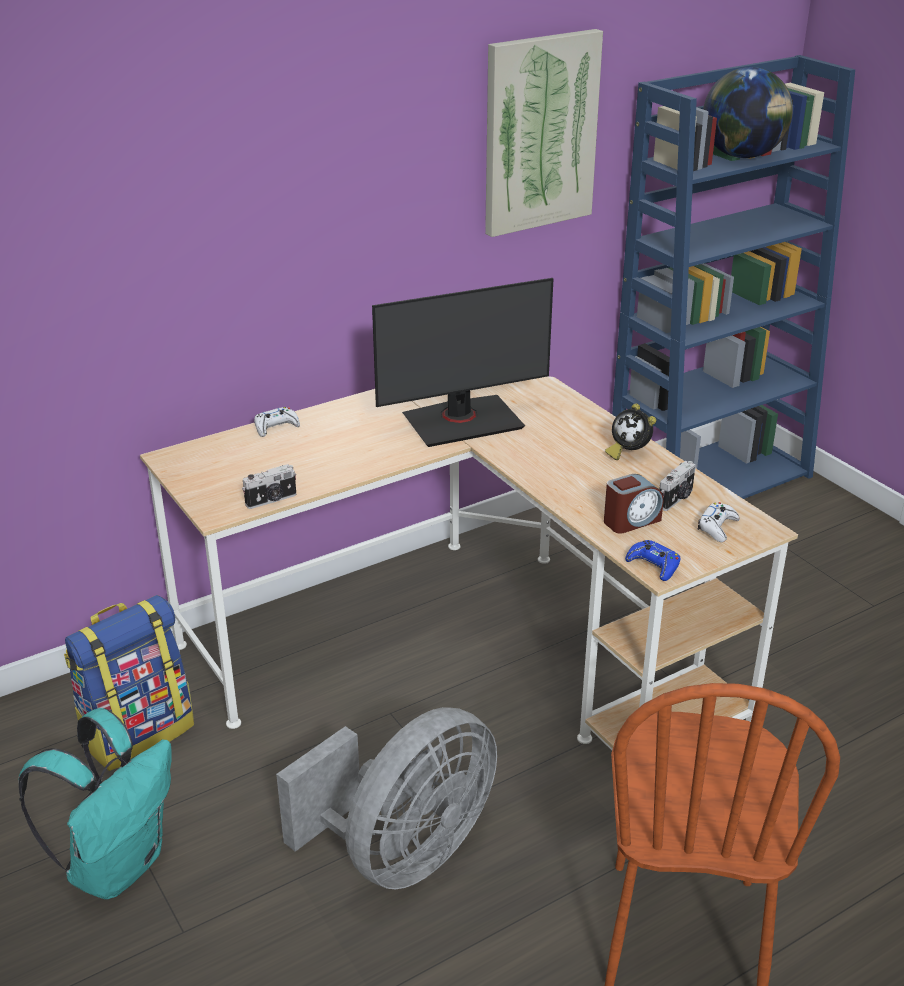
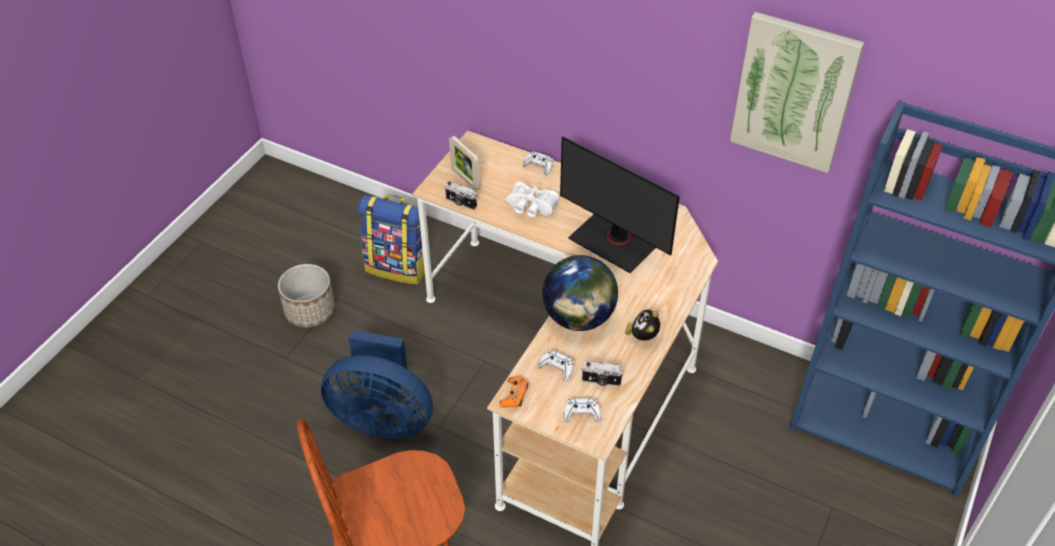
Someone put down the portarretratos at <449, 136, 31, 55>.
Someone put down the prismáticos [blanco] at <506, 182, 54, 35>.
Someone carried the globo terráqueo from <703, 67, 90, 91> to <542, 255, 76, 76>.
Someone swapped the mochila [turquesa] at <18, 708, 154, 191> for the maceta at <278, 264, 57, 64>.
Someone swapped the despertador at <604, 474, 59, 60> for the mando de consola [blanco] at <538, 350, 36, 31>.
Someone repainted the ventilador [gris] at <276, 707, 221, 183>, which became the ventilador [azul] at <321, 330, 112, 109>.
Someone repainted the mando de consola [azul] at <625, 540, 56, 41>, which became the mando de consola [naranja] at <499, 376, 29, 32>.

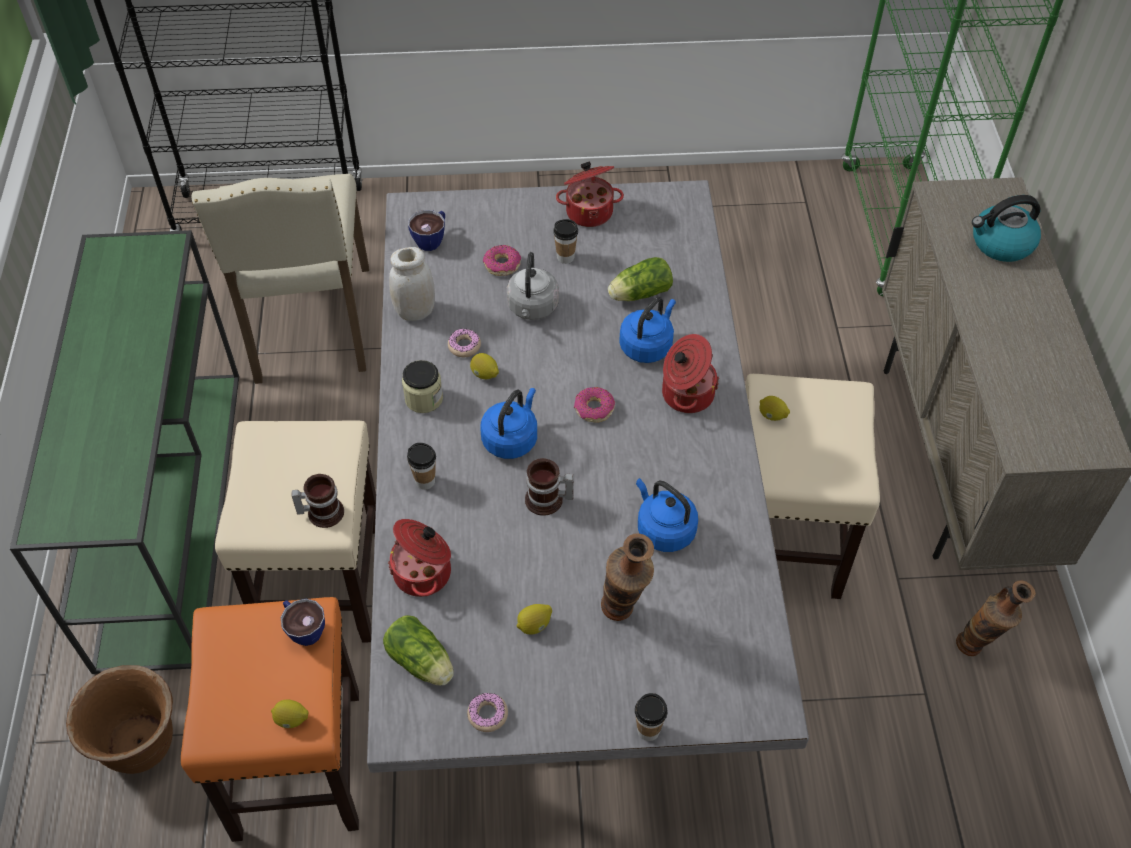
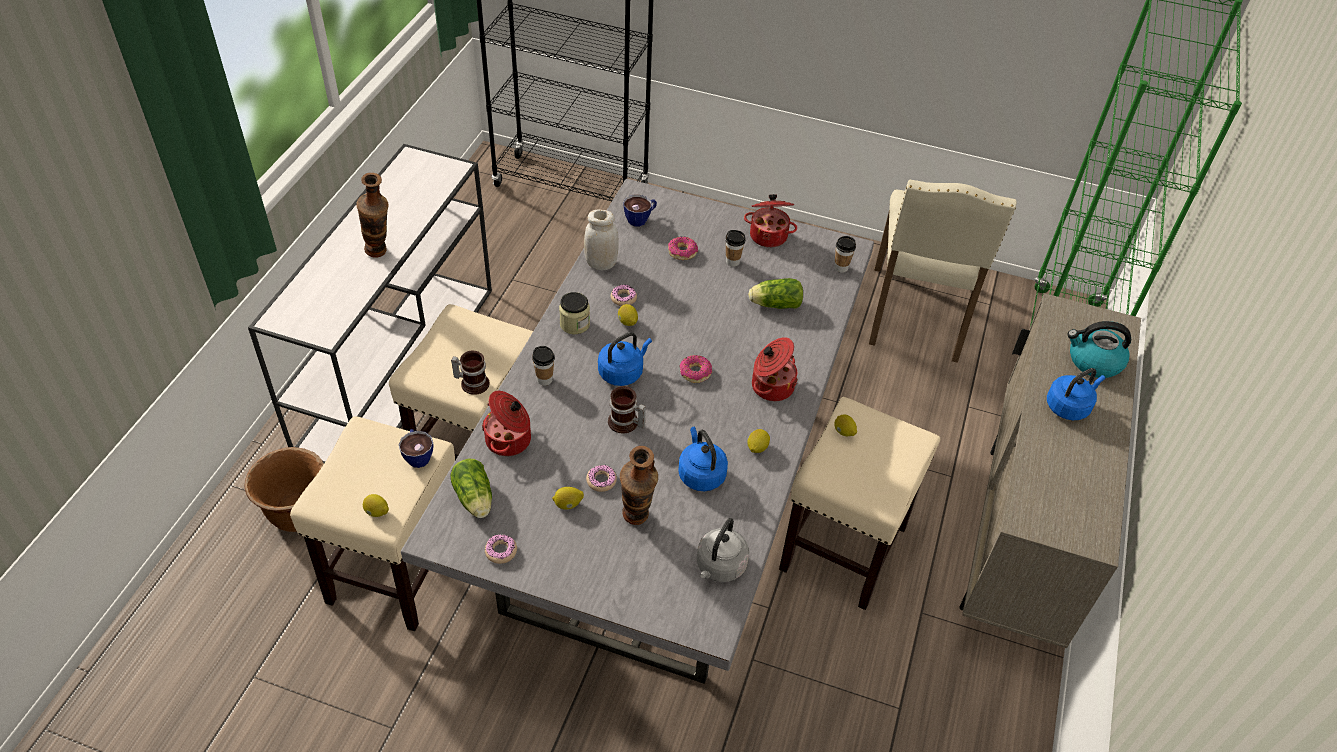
Someone put down the rosquilla at <586, 465, 31, 27>.
Someone put down the limón at <748, 429, 22, 24>.
Someone carried the silla [beis] from <191, 174, 178, 210> to <869, 179, 148, 184>.
Someone carried the hervidor [gris] from <507, 252, 52, 68> to <697, 518, 52, 64>.
Someone carried the hervidor [azul] from <619, 297, 57, 66> to <1047, 368, 58, 52>.
Someone carried the taza from <635, 693, 33, 48> to <834, 236, 22, 37>.
Someone carried the florero from <956, 581, 80, 75> to <356, 173, 32, 85>.
Someone repainted the mesa consola [verde] at <10, 230, 229, 444>, which became the mesa consola [blanco] at <248, 144, 244, 319>.
Someone repainted the taburete [naranja] at <181, 597, 178, 245>, which became the taburete [beis] at <290, 416, 165, 215>.

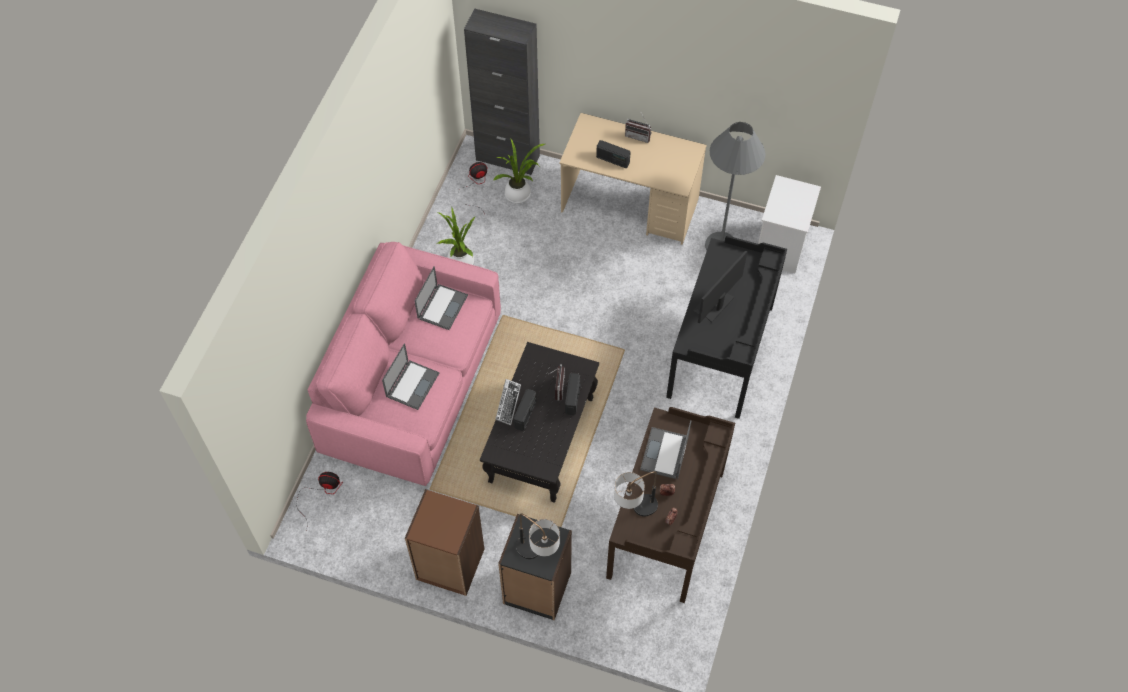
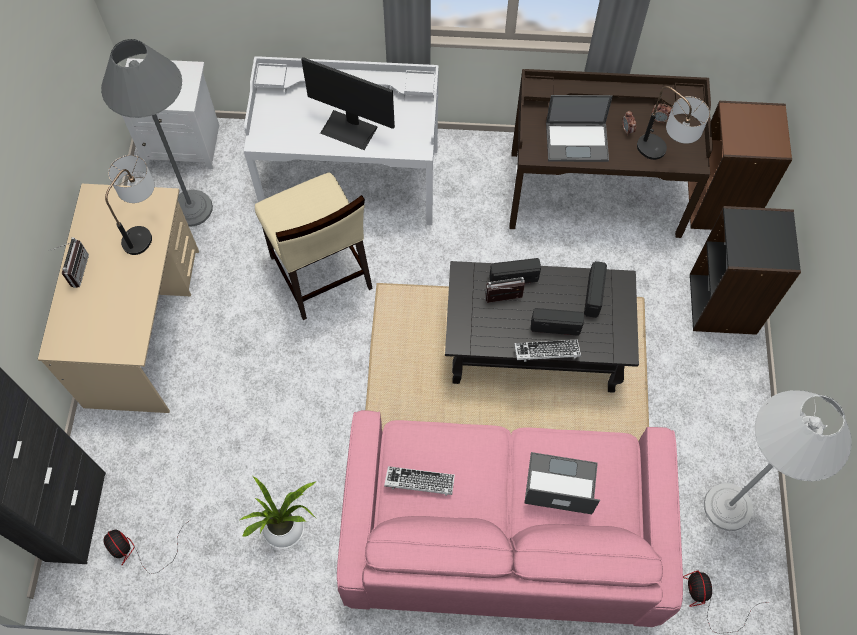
Someone took away the planta en maceta at <493, 138, 52, 65>.
Someone put down the silla [beis] at <255, 172, 118, 148>.
Someone put down the lámpara de pie [blanco] at <704, 390, 148, 141>.
Someone carried the estantería [marrón] from <405, 489, 79, 107> to <688, 101, 104, 129>.
Someone carried the lámpara de mesa from <516, 514, 44, 45> to <105, 155, 50, 100>.
Someone carried the radio from <596, 140, 35, 28> to <584, 261, 23, 57>.
Someone swapped the portátil at <414, 266, 54, 64> for the teclado at <384, 466, 71, 30>.
Someone repainted the escritorio [negro] at <666, 236, 121, 183>, which became the escritorio [blanco] at <244, 56, 195, 169>.

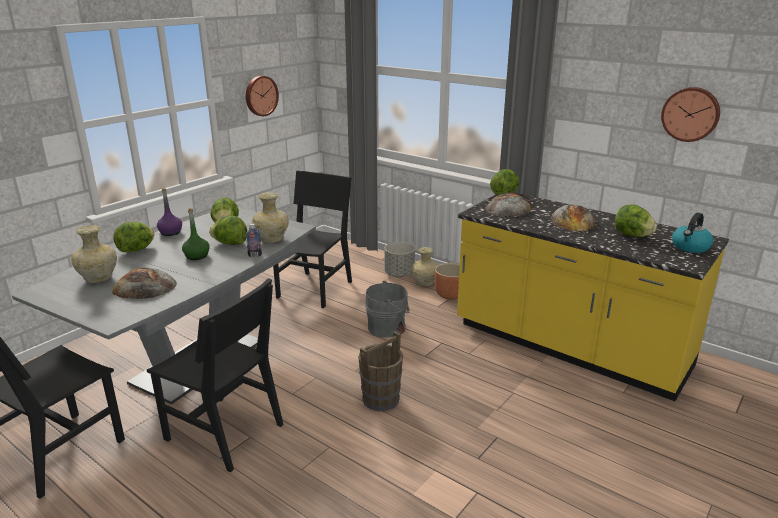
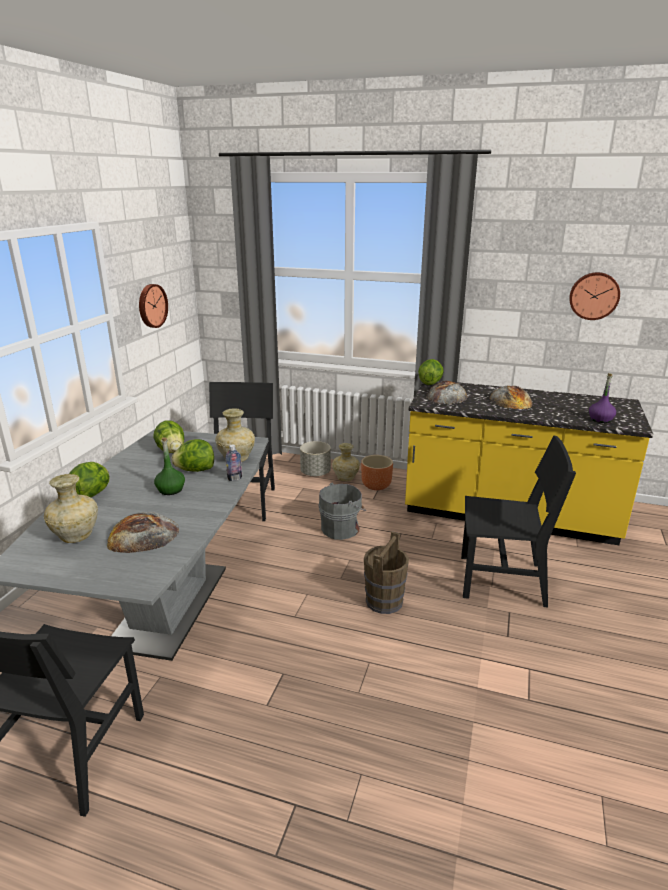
Someone took away the lechuga at <614, 204, 43, 33>.
Someone took away the hervidor at <672, 213, 41, 40>.
Someone carried the silla [negro] from <147, 278, 137, 194> to <461, 436, 115, 172>.
Someone carried the botella [morado] from <157, 188, 25, 48> to <589, 373, 27, 50>.

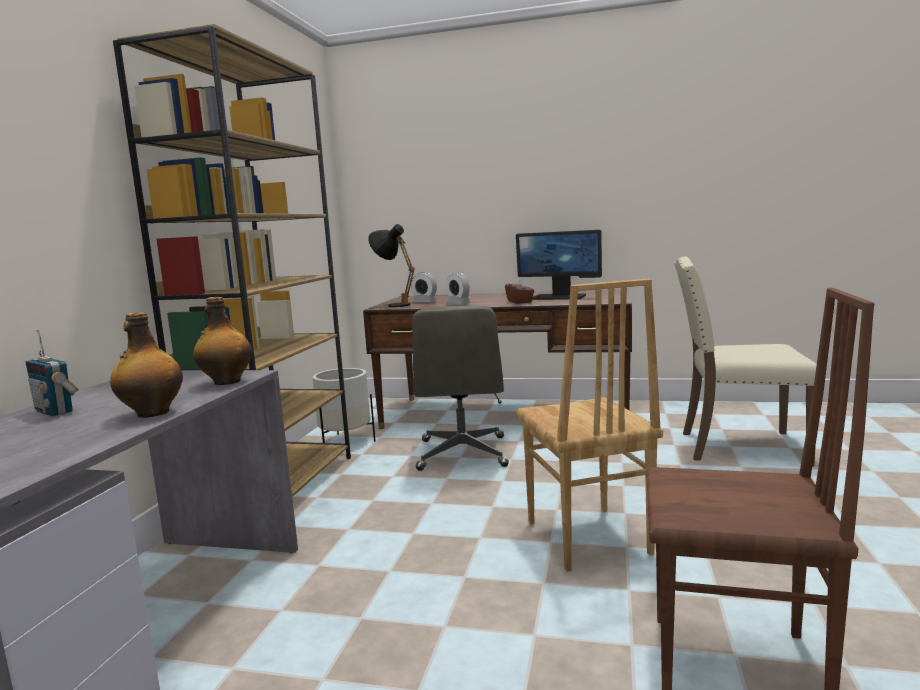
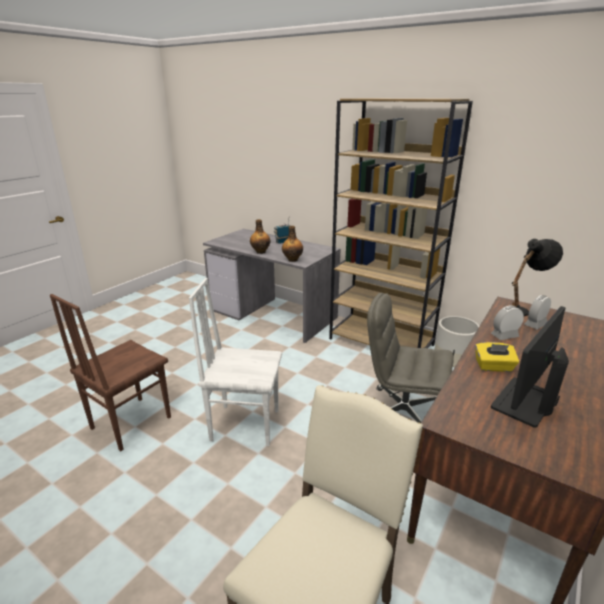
Someone repainted the caja de pañuelos [marrón] at <505, 277, 29, 27>, which became the caja de pañuelos [amarillo] at <475, 342, 44, 30>.
Someone repainted the silla [marrón] at <516, 278, 147, 294>, which became the silla [blanco] at <189, 278, 93, 168>.

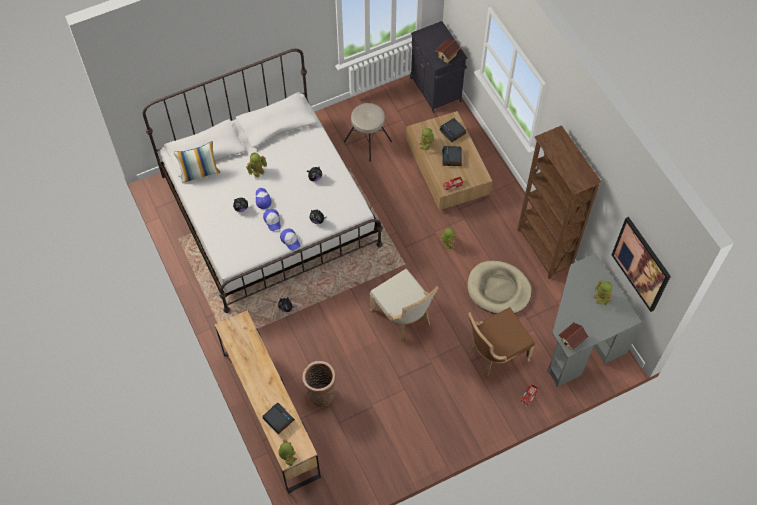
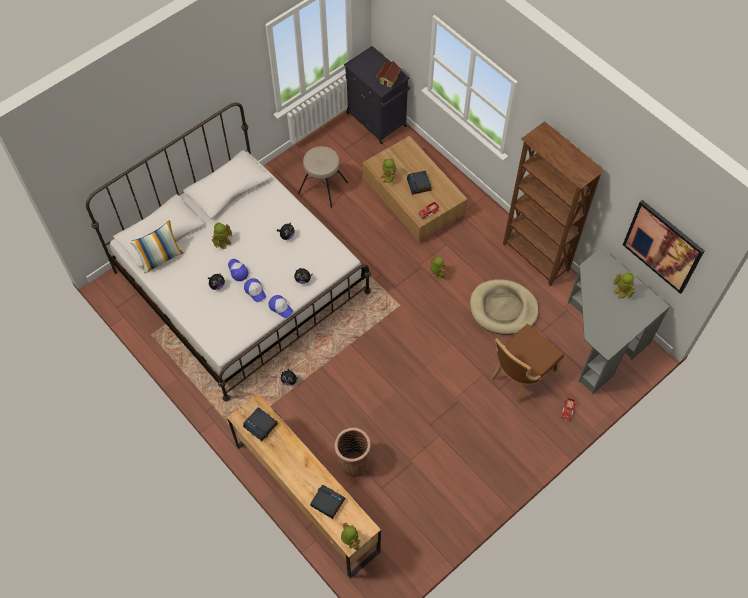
Someone took away the silla [beis] at <369, 269, 70, 73>.
Someone took away the casita at <558, 322, 30, 28>.
Someone carried the despertador from <440, 118, 26, 25> to <243, 407, 35, 34>.

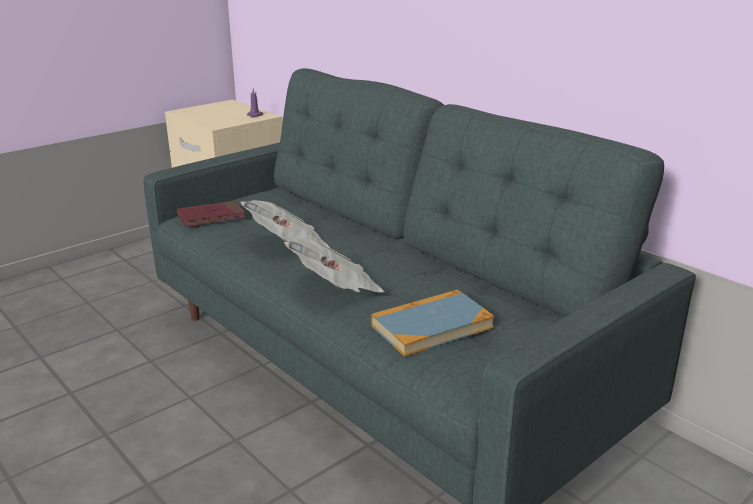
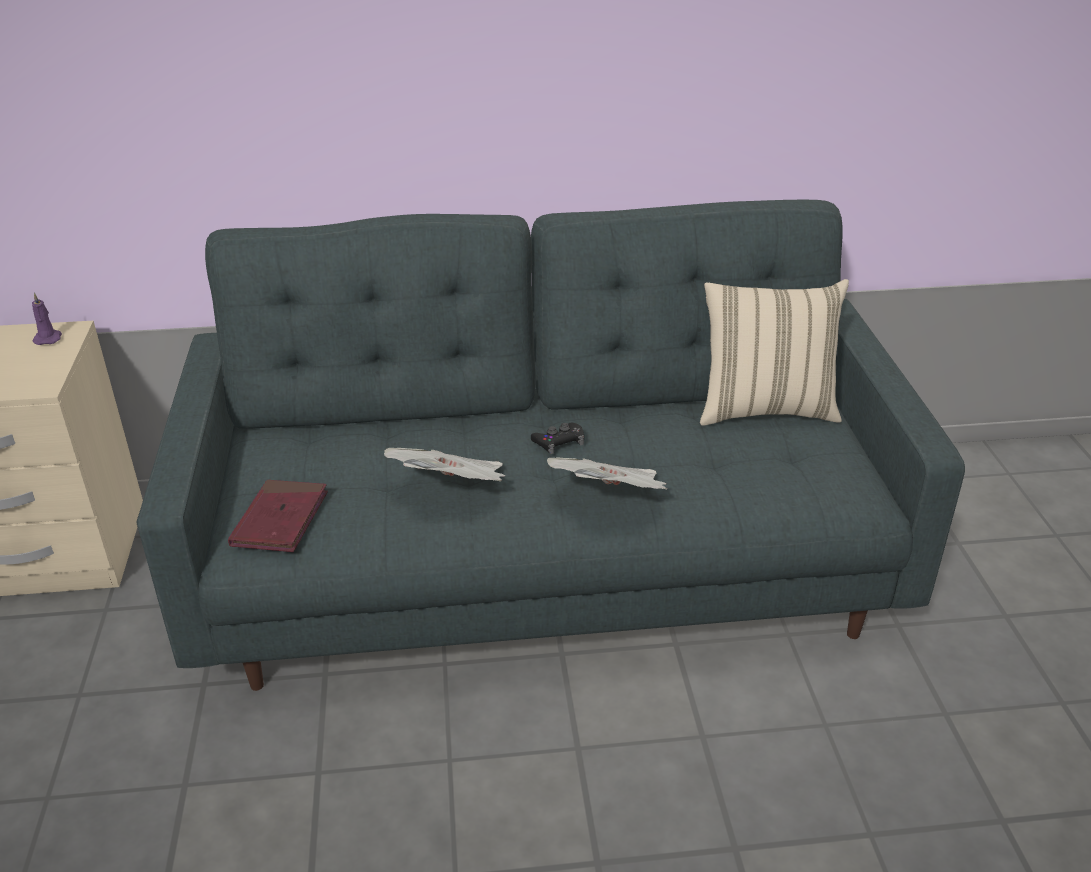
Someone took away the libro at <371, 290, 124, 67>.
Someone put down the mando de consola [negro] at <531, 423, 53, 31>.
Someone put down the cojín [beis] at <700, 279, 149, 147>.

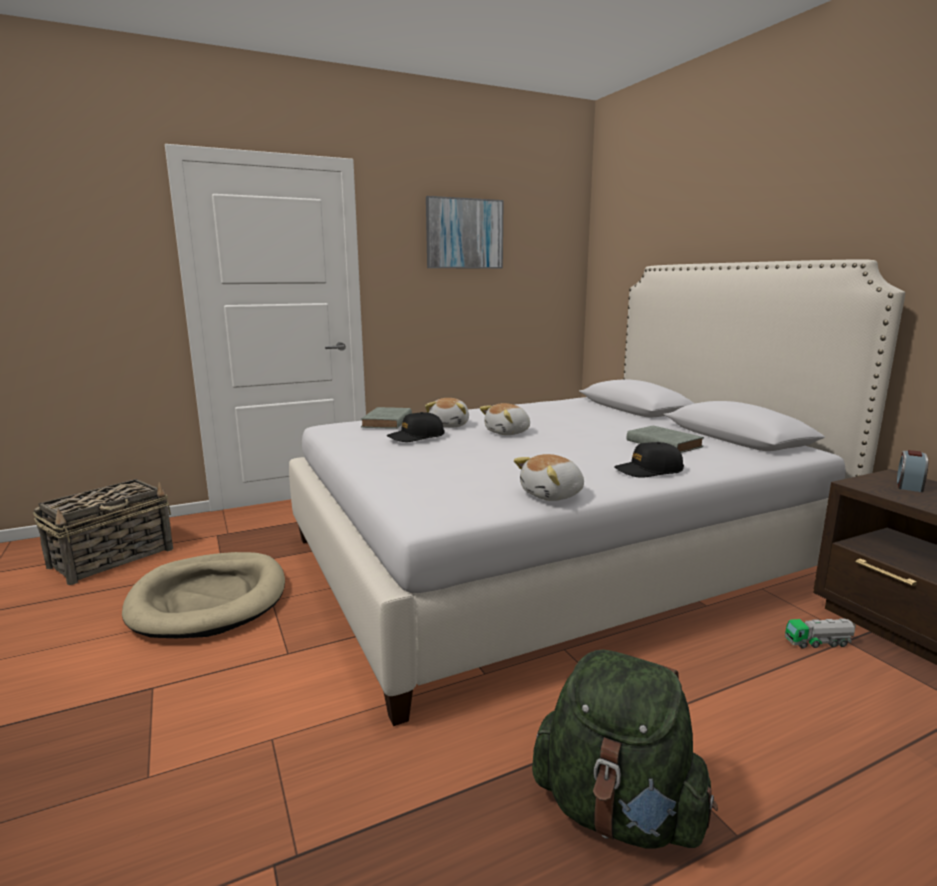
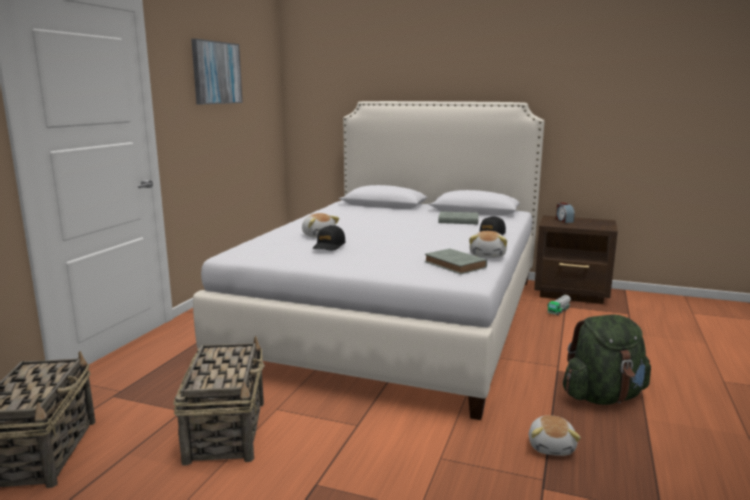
Someone carried the libro [gris] from <361, 407, 51, 22> to <425, 248, 62, 26>.
Someone carried the peluche from <480, 403, 50, 32> to <529, 415, 52, 41>.
Someone swapped the cama para perro [beis] at <122, 552, 163, 86> for the cesta at <173, 336, 92, 130>.

